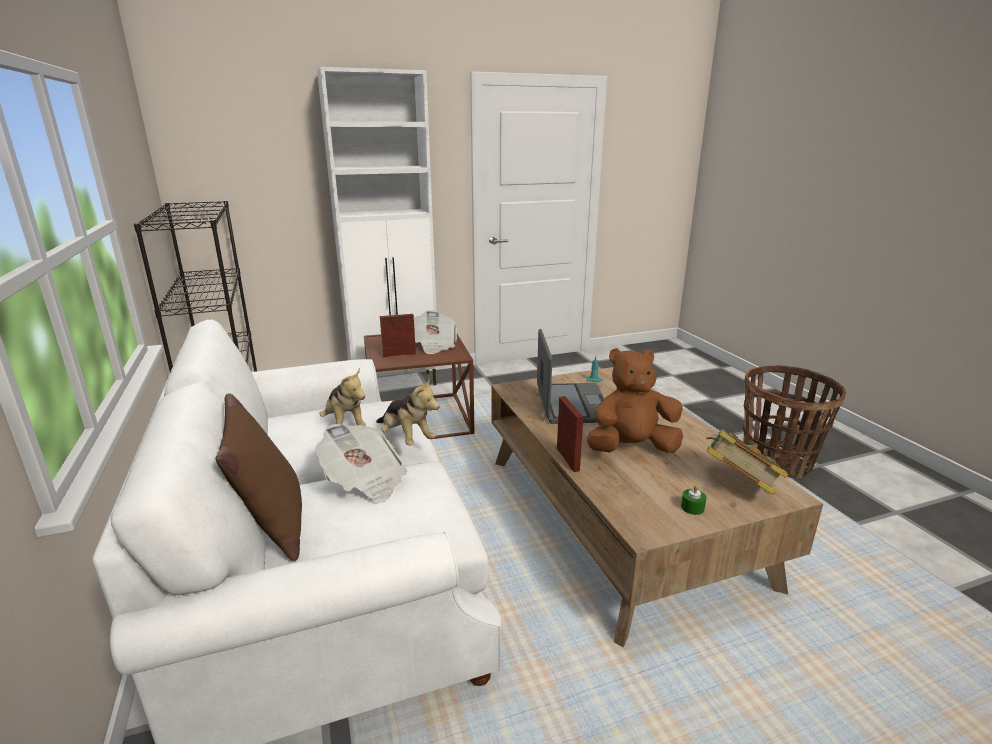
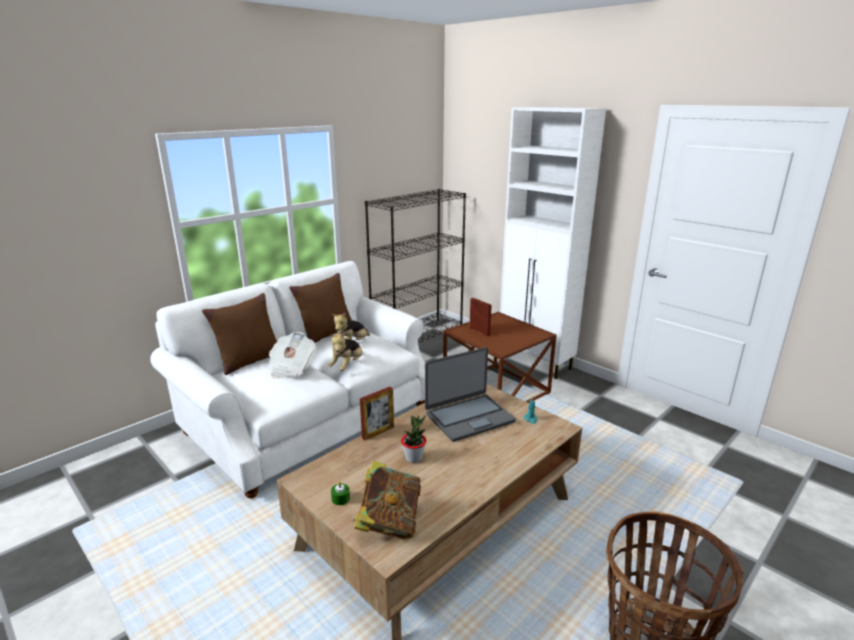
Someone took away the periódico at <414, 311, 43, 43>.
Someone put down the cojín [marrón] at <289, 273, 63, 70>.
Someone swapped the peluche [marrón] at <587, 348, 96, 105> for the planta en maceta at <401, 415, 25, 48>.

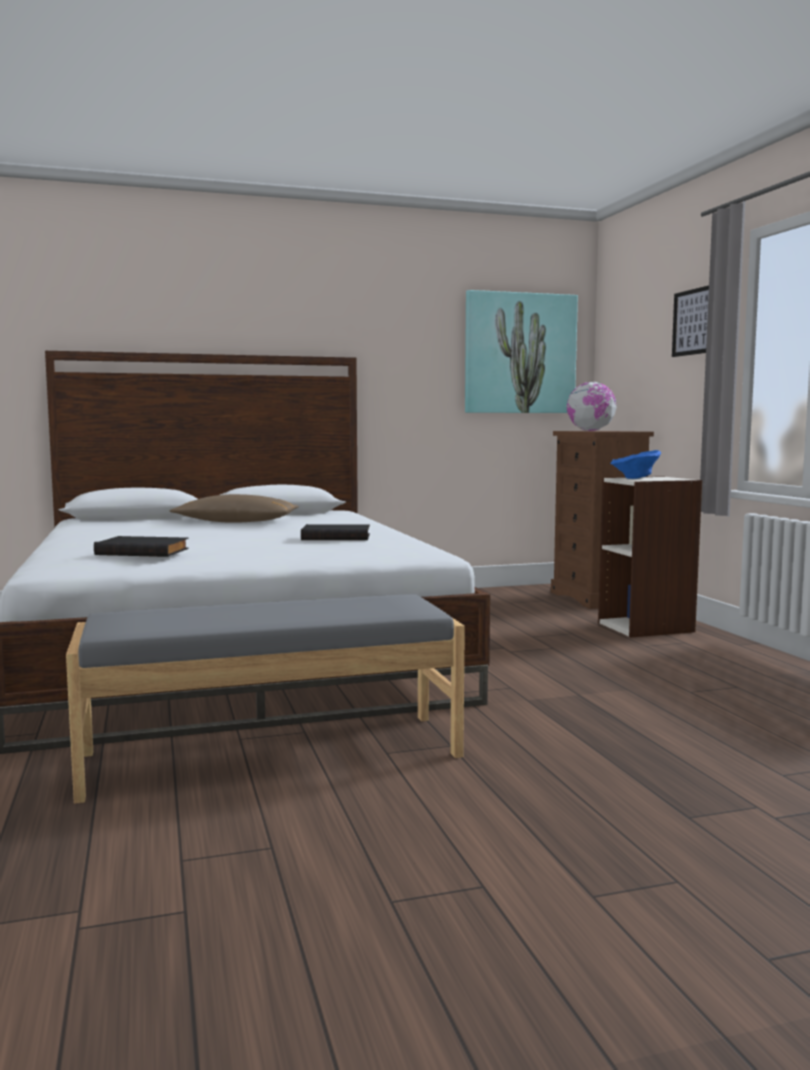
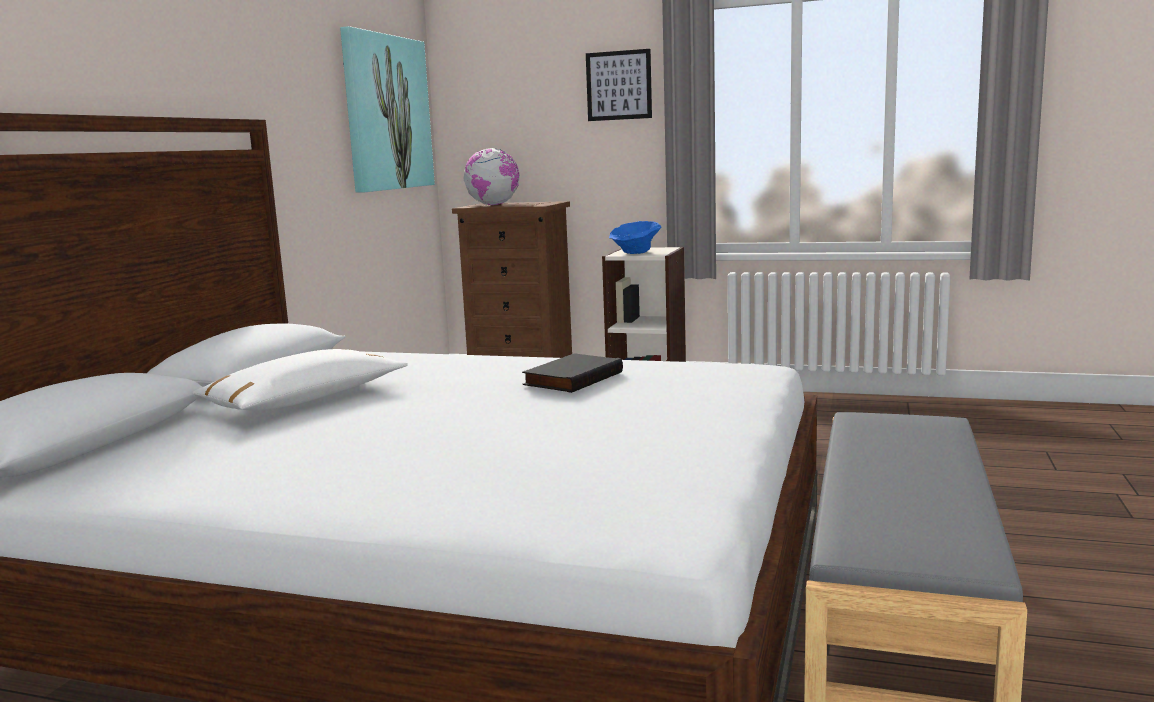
Someone took away the libro [negro] at <94, 536, 95, 21>.
Someone repainted the cojín [marrón] at <169, 494, 130, 29>, which became the cojín [blanco] at <193, 349, 215, 61>.

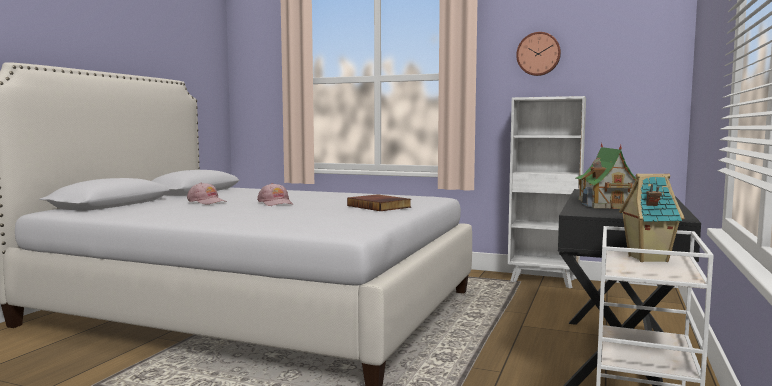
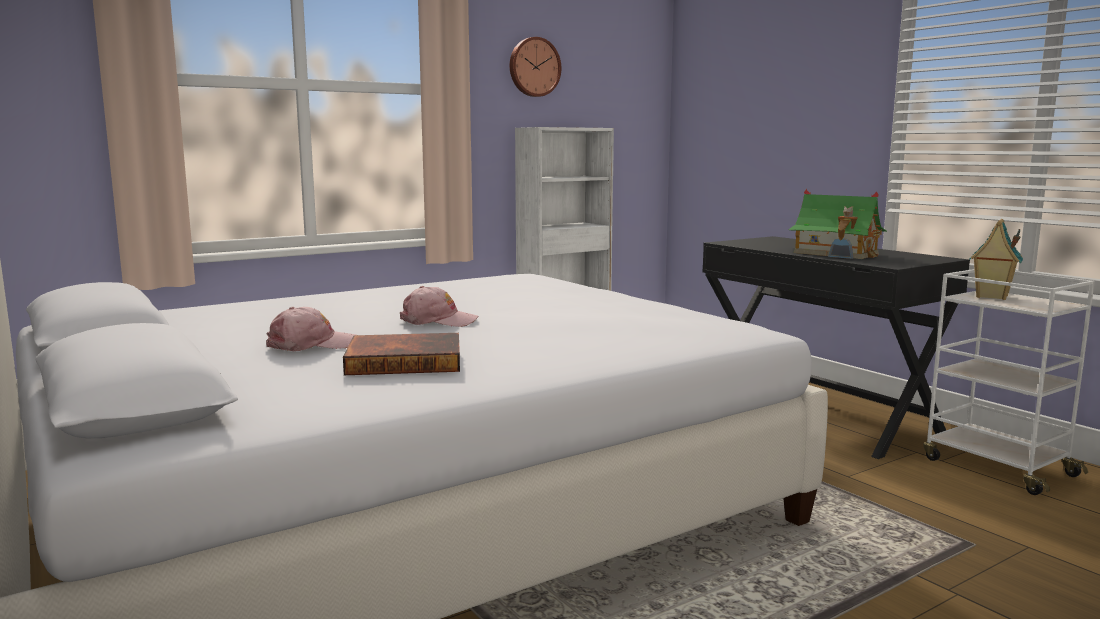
Someone carried the libro from <347, 194, 64, 17> to <343, 333, 117, 42>.

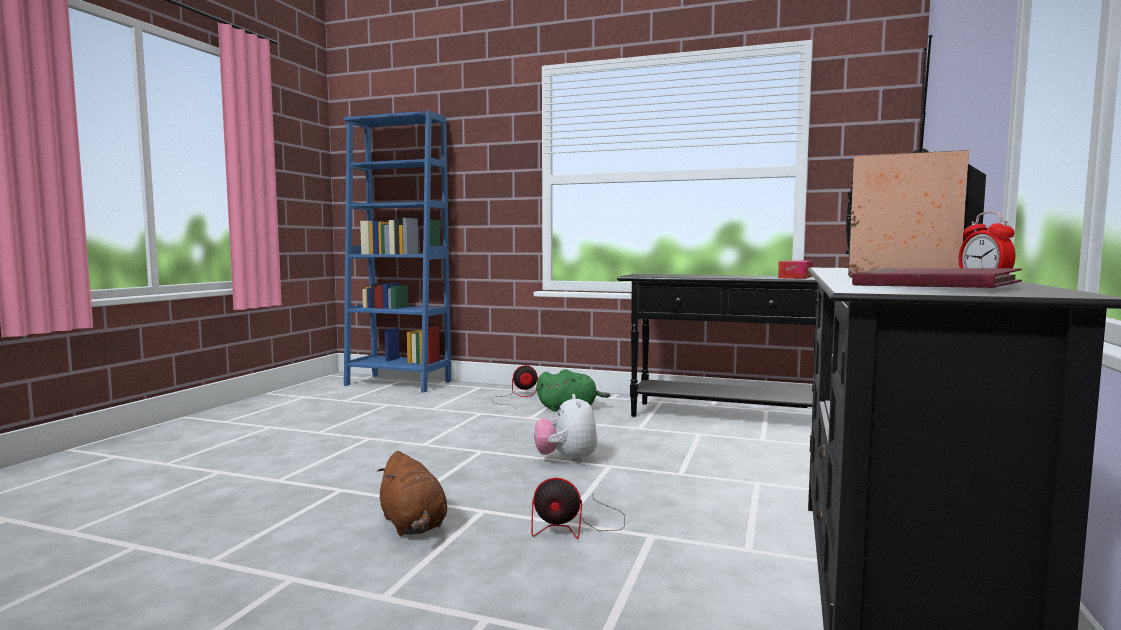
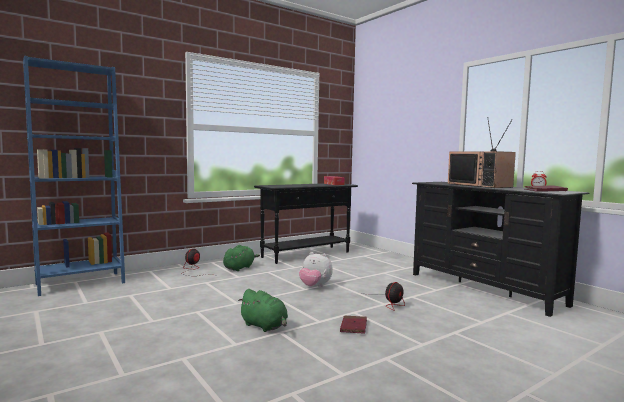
Someone put down the peluche [verde] at <238, 289, 50, 43>.
Someone swapped the peluche [marrón] at <377, 451, 70, 85> for the libro [rojo] at <340, 316, 27, 18>.

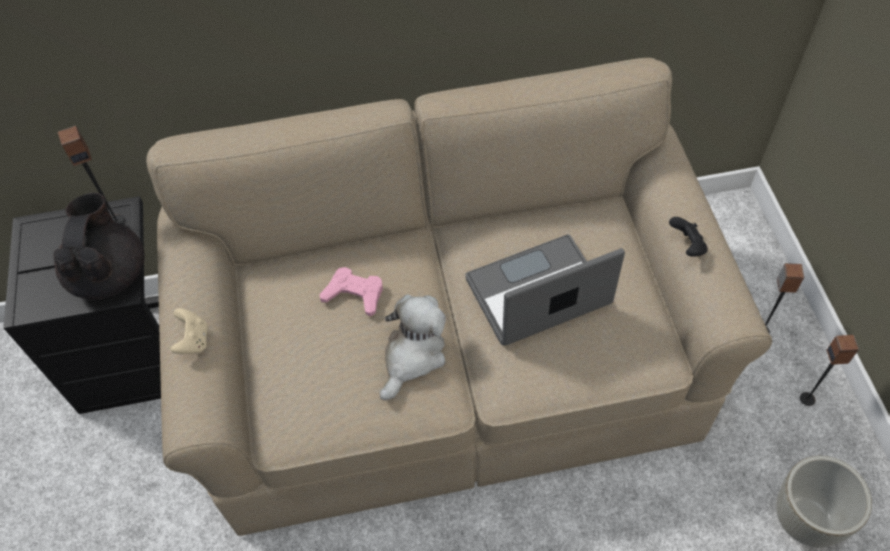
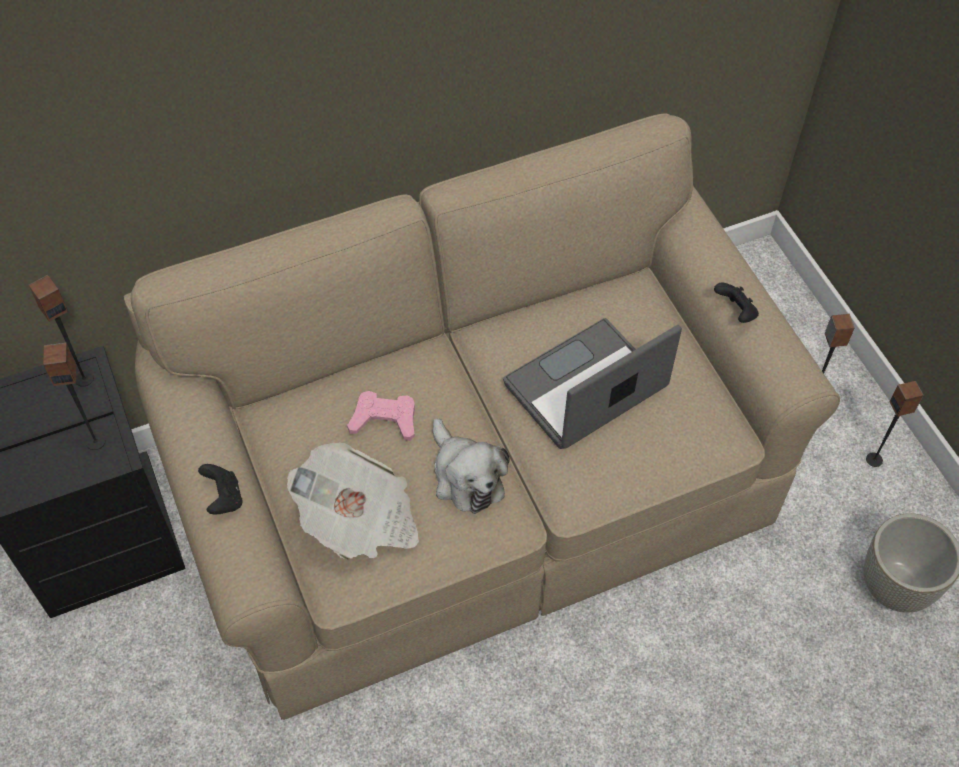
Someone put down the periódico at <287, 442, 132, 117>.
Someone swapped the tetera [negro] at <53, 193, 92, 106> for the altavoz at <43, 343, 63, 107>.
Someone repainted the mando de consola [beis] at <170, 308, 38, 46>, which became the mando de consola [negro] at <198, 464, 45, 51>.
Someone rotated the peluche at <379, 294, 67, 106> by 135 degrees clockwise.

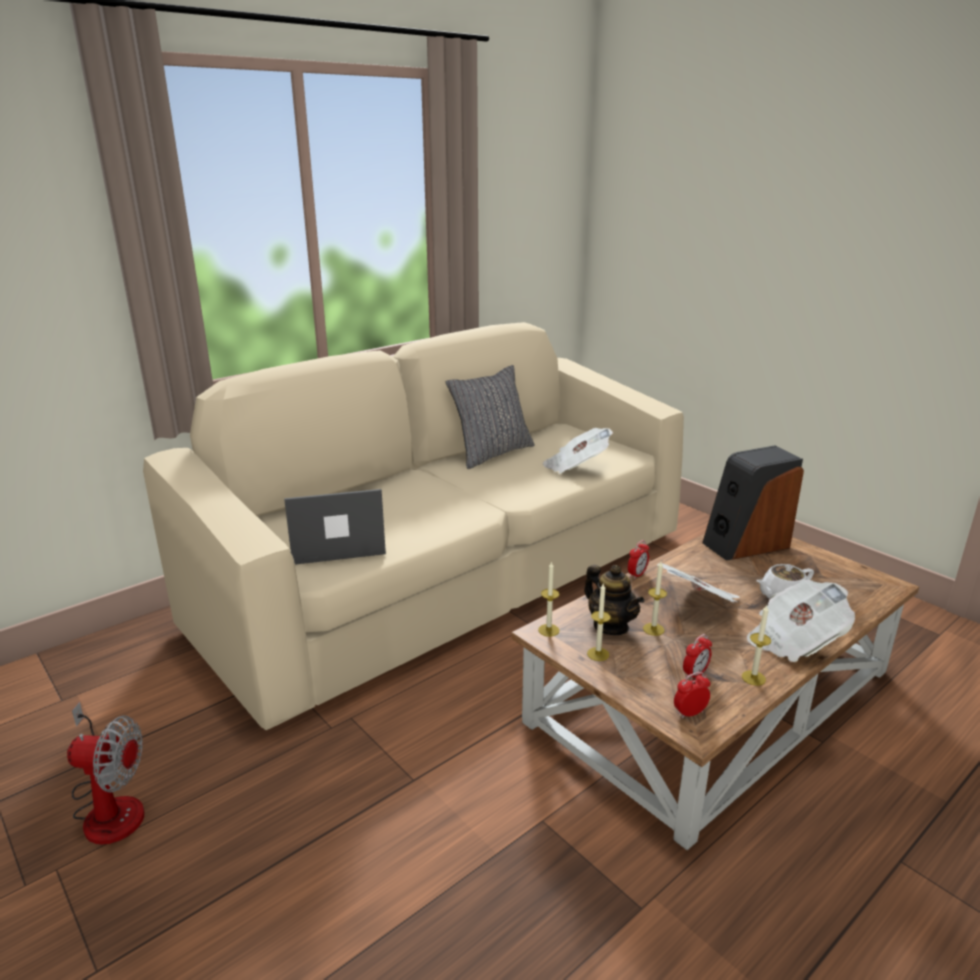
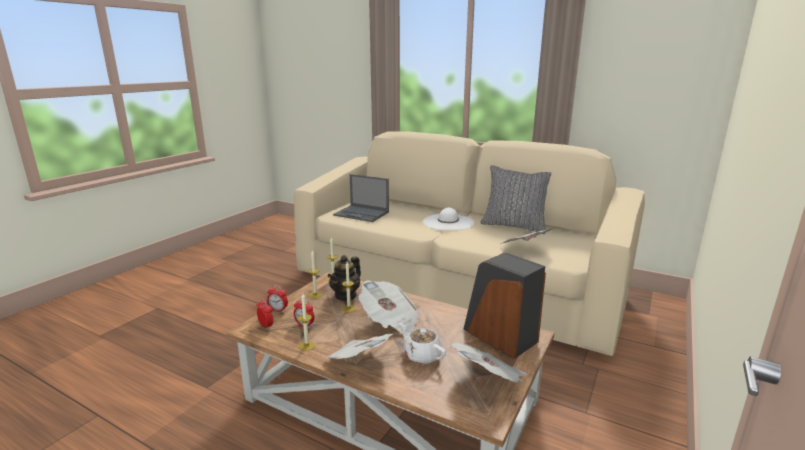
Someone took away the ventilador at <67, 702, 77, 143>.
Someone put down the sombrero [blanco] at <423, 208, 51, 22>.
Someone put down the periódico at <452, 342, 75, 41>.
Someone carried the despertador from <628, 540, 21, 39> to <267, 285, 21, 27>.
Someone rotated the portátil at <284, 489, 102, 76> by 150 degrees clockwise.

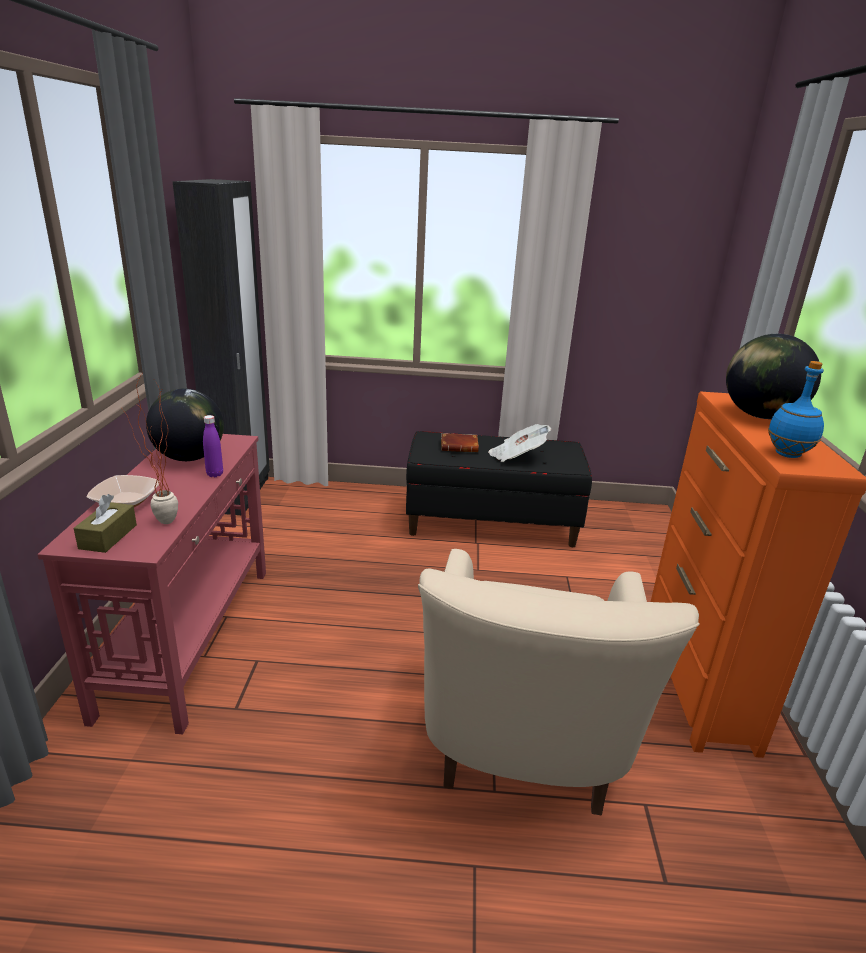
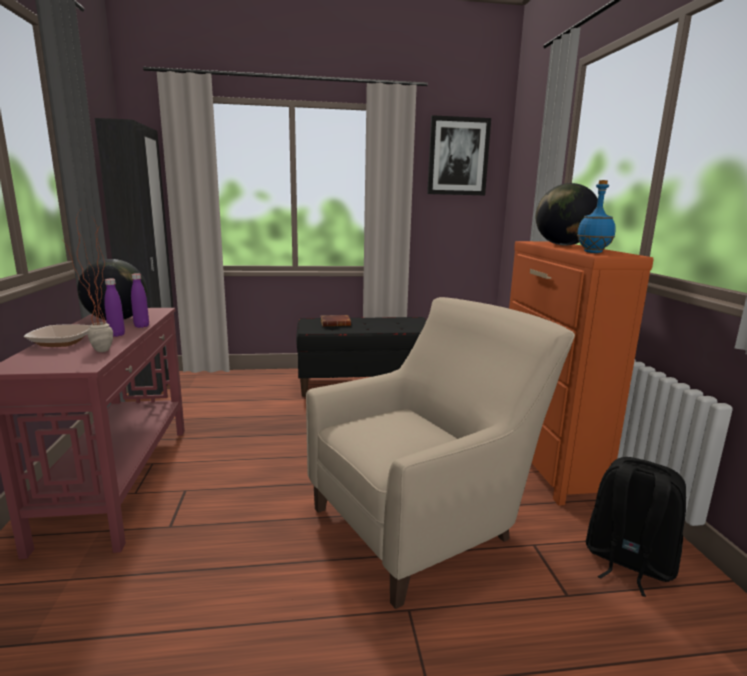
Someone took away the caja de pañuelos [marrón] at <73, 494, 64, 59>.
Someone took away the periódico at <488, 424, 63, 38>.
Someone put down the botella [morado] at <104, 278, 21, 59>.
Someone put up the cuadro at <427, 115, 64, 80>.
Someone put down the mochila [negro] at <586, 457, 100, 140>.
Someone rotated the sillón [beis] at <418, 549, 281, 266> by 120 degrees counterclockwise.

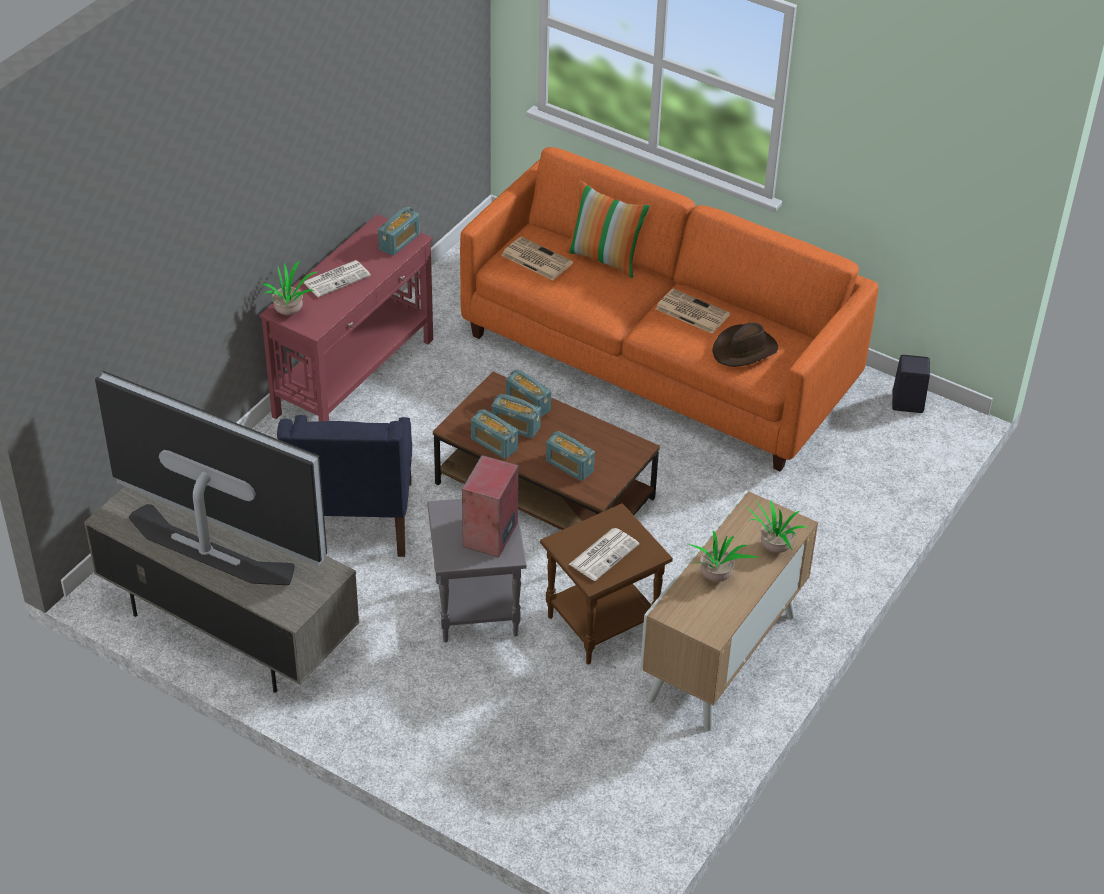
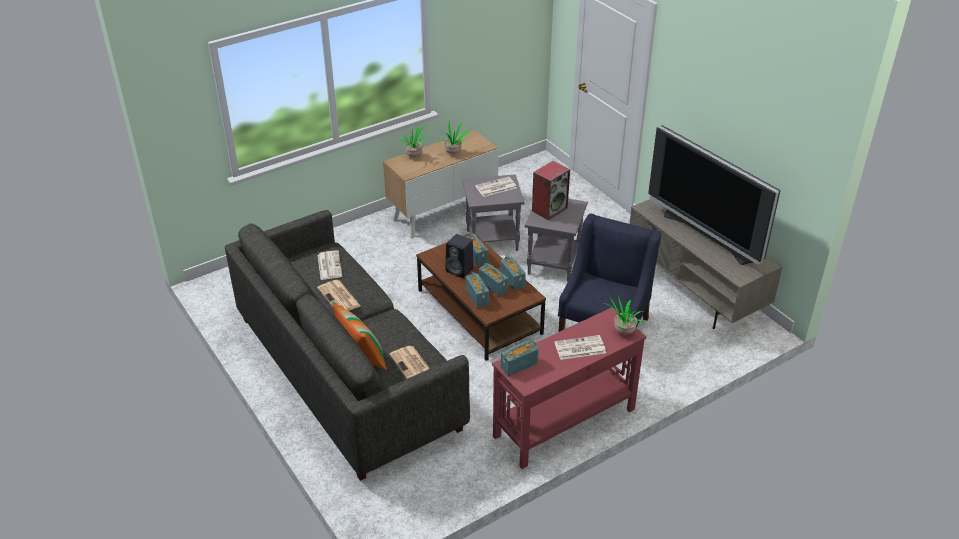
Someone carried the altavoz [negro] from <892, 355, 38, 58> to <445, 234, 29, 44>.
Someone swapped the sombrero [marrón] at <712, 323, 66, 44> for the periódico at <318, 250, 24, 30>.
Someone repainted the sofá [naranja] at <460, 147, 418, 325>, which became the sofá [gris] at <225, 210, 245, 271>.
Someone repainted the mesa auxiliar [marrón] at <540, 503, 133, 162>, which became the mesa auxiliar [gris] at <462, 174, 63, 77>.

